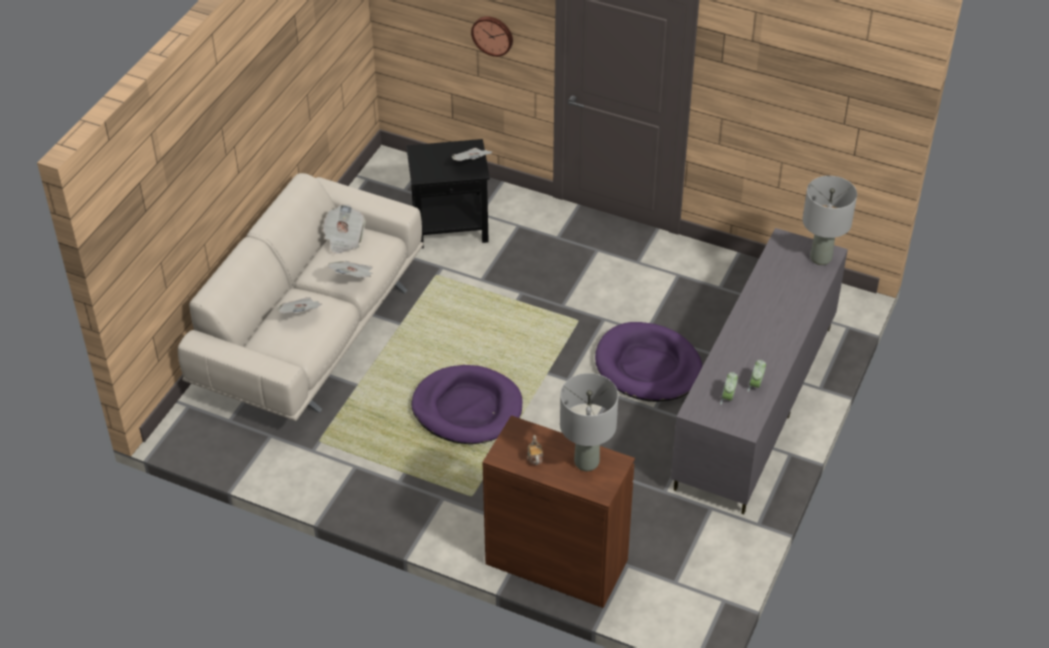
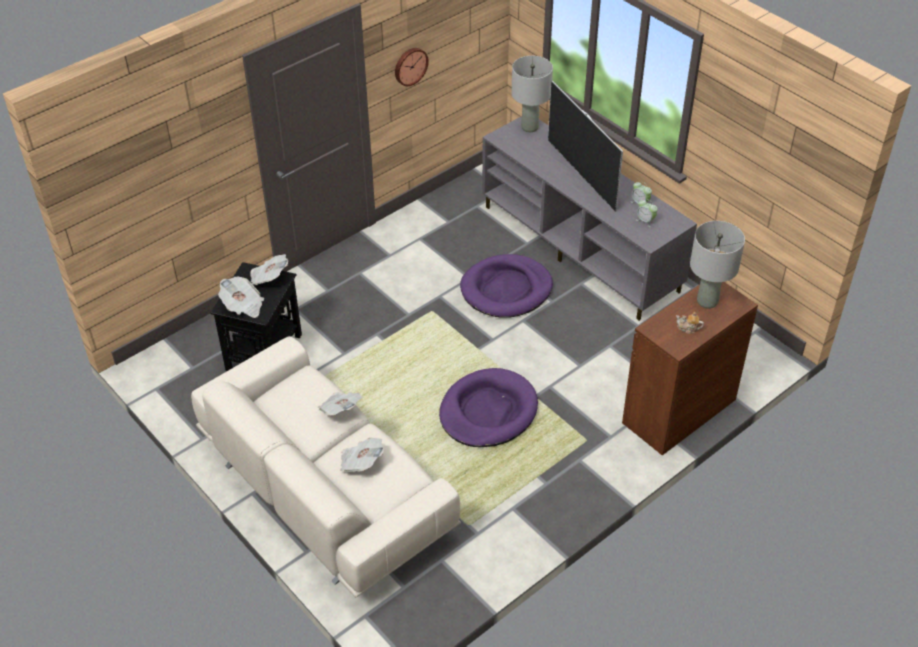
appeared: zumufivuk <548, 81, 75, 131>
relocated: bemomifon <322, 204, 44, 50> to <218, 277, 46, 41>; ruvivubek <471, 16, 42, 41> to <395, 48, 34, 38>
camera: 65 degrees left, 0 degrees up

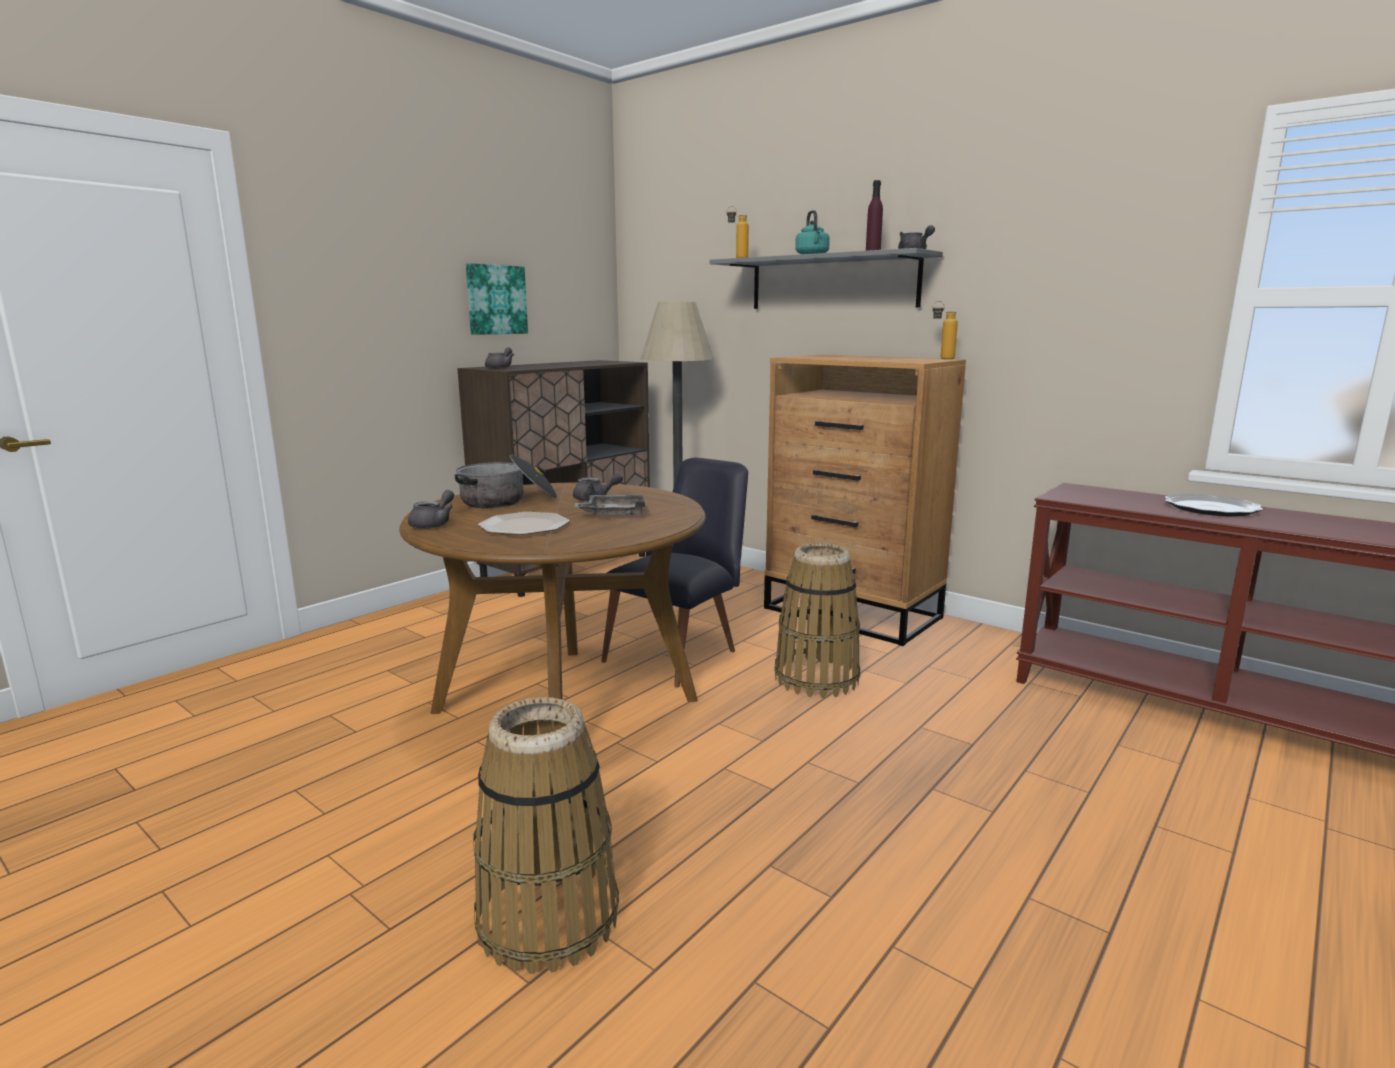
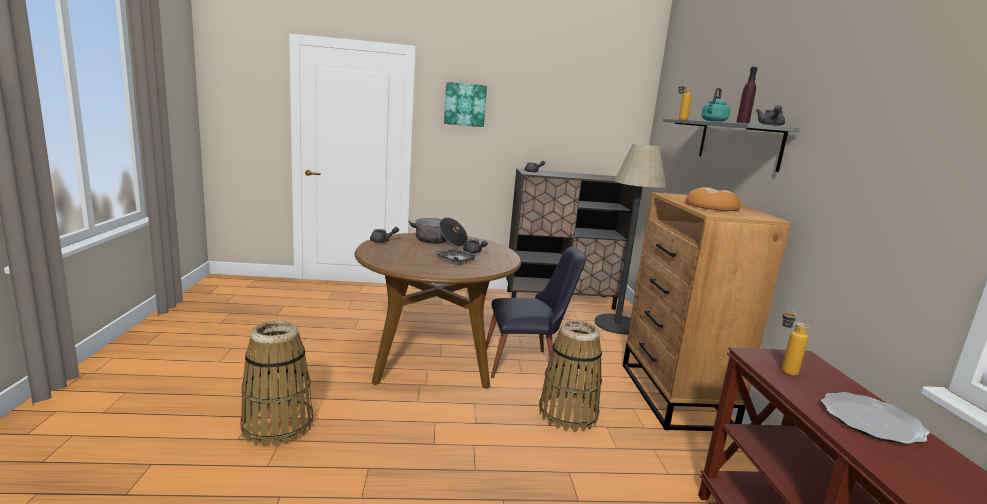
missing: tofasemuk <478, 512, 91, 23>
appeared: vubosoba <685, 187, 56, 24>
relocated: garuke <466, 263, 62, 72> to <444, 82, 43, 45>; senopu <932, 301, 26, 58> to <781, 308, 28, 68>
camera: 45 degrees right, 0 degrees up

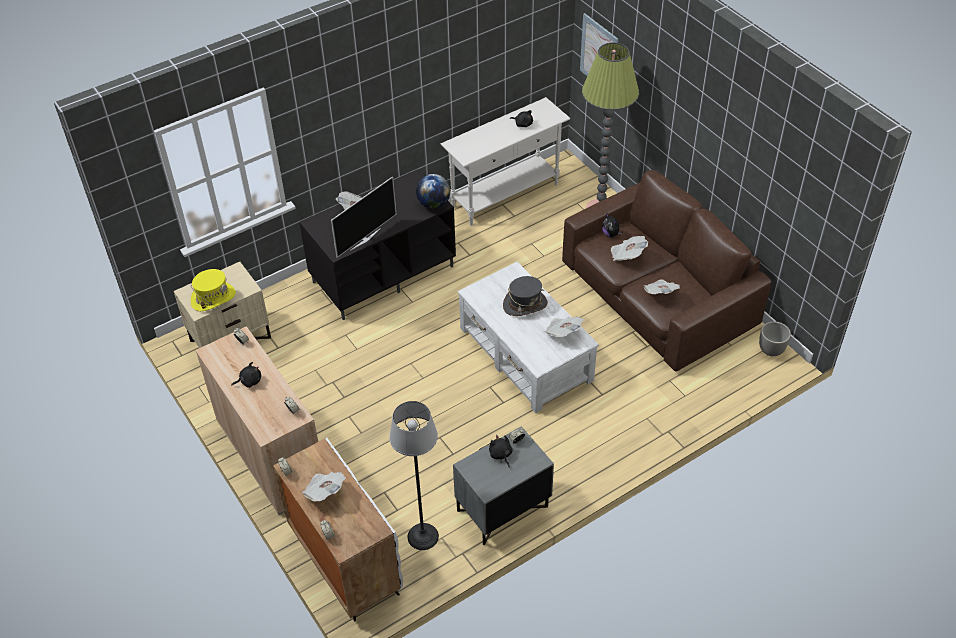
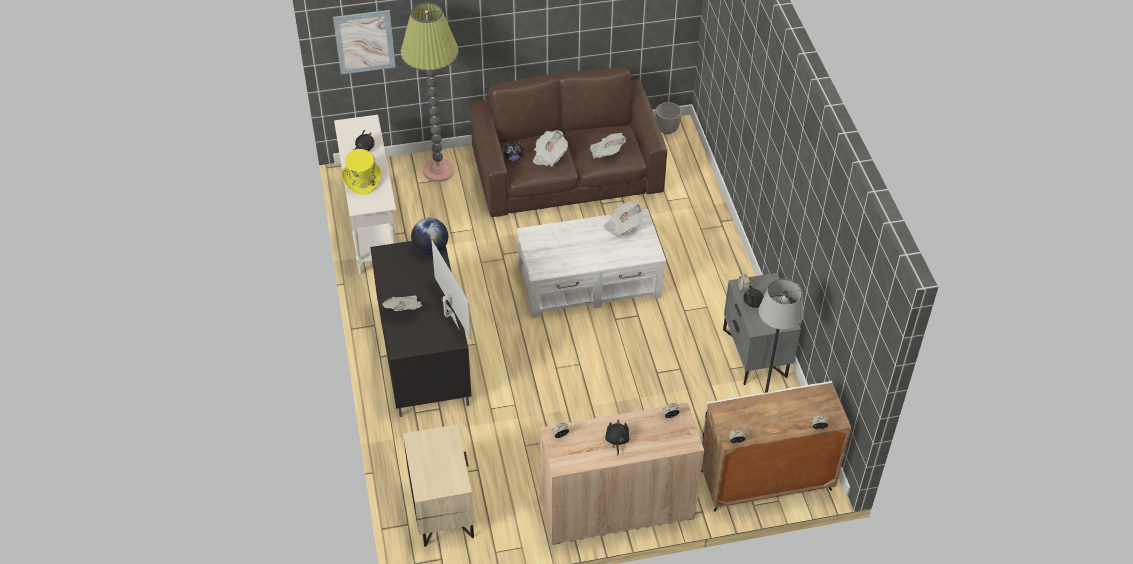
missing: bemomifon <302, 472, 44, 30>; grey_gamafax <503, 276, 45, 40>
relocated: yellow_gamafax <191, 269, 45, 42> to <341, 149, 40, 46>
camera: 70 degrees left, 0 degrees up

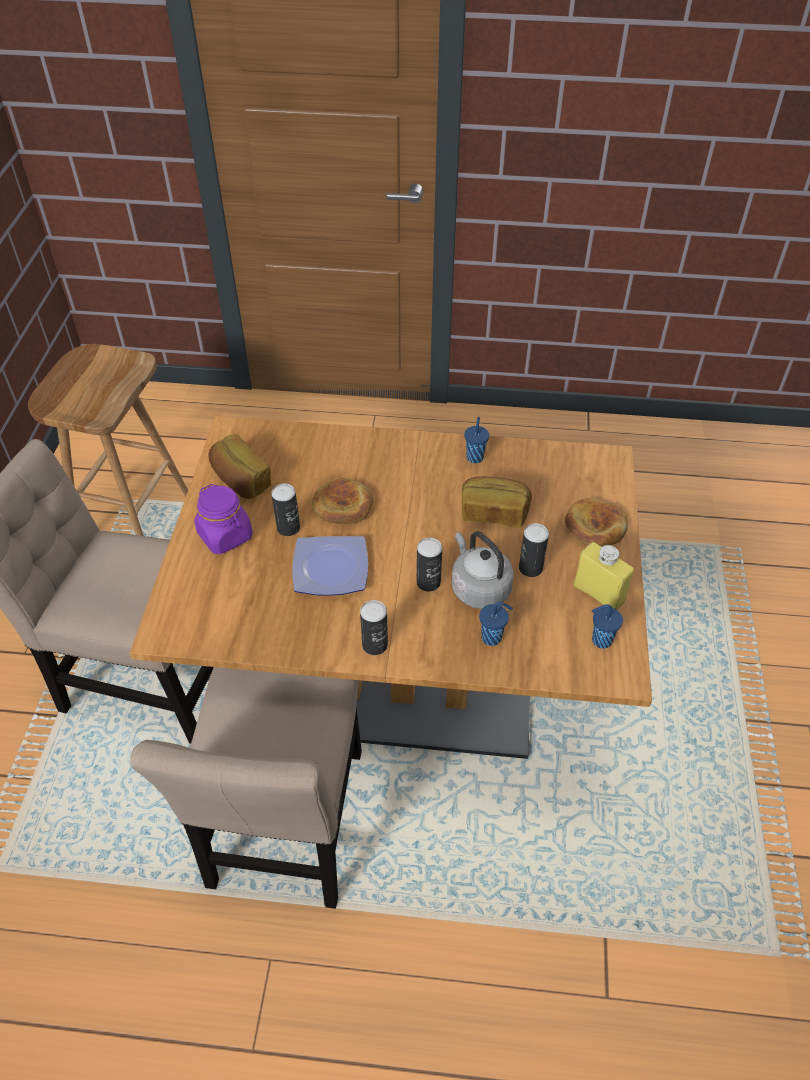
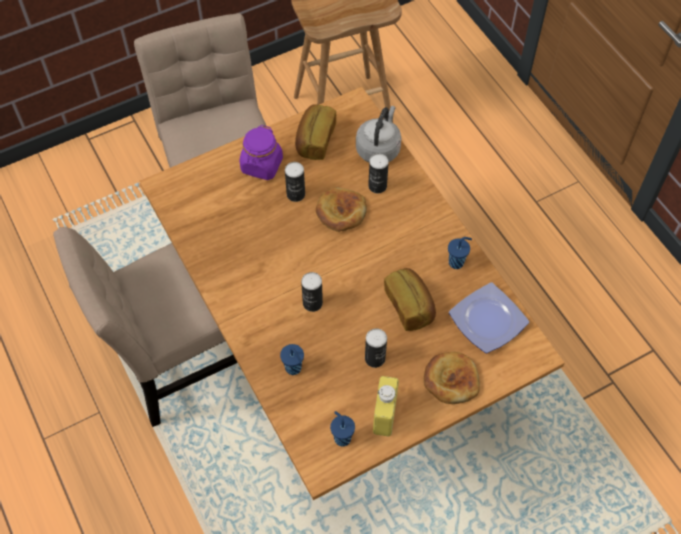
relocated: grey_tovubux <451, 531, 63, 78> to <356, 106, 45, 56>; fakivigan <360, 600, 28, 55> to <368, 153, 21, 40>; tofasemuk <292, 536, 76, 60> to <449, 282, 80, 71>
camera: 55 degrees right, 10 degrees up

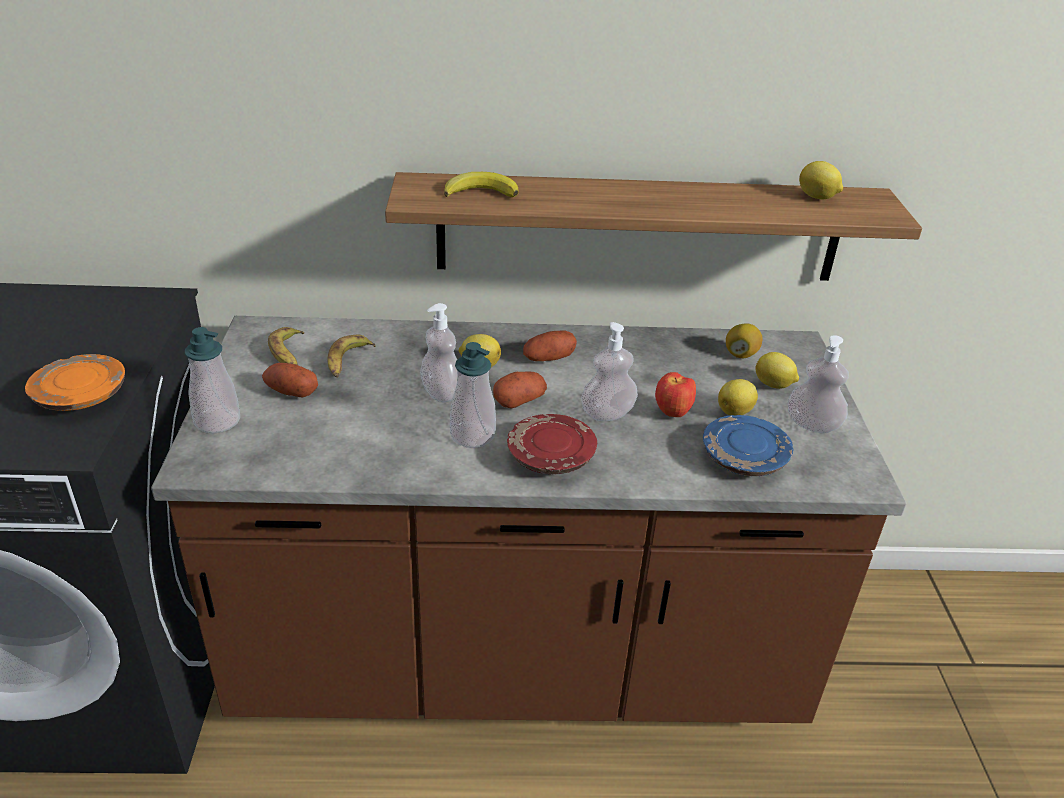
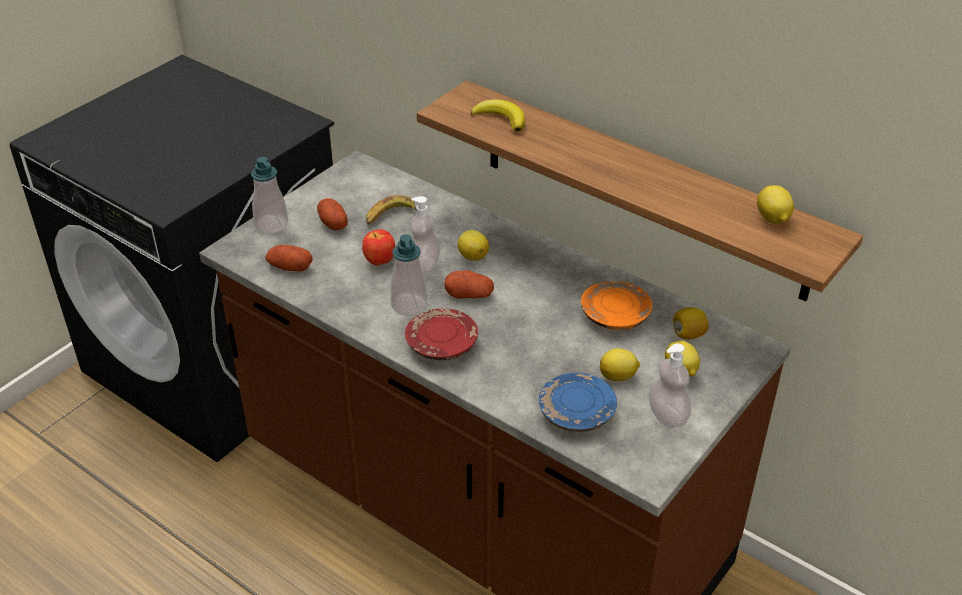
missing: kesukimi <268, 327, 36, 38>; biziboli <581, 322, 57, 99>
relocated: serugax <523, 331, 54, 30> to <265, 245, 48, 26>; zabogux <655, 372, 41, 45> to <362, 229, 33, 37>; orange_tofasemuk <25, 354, 100, 57> to <581, 281, 71, 49>
camera: 40 degrees right, 5 degrees up

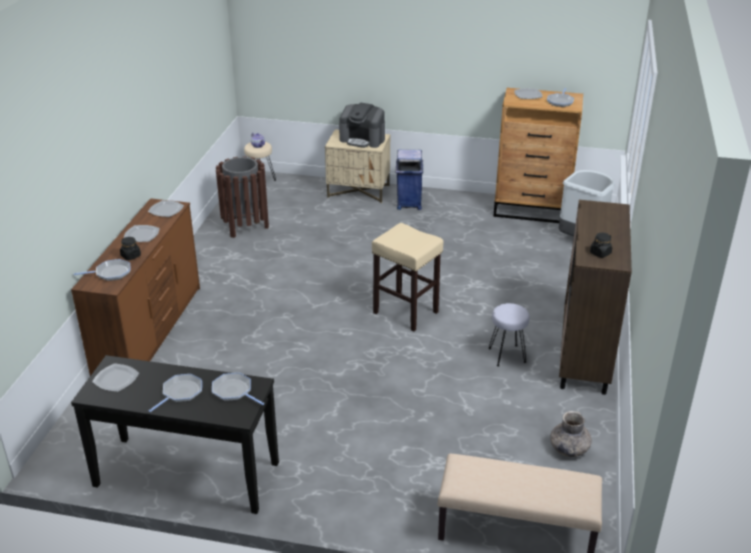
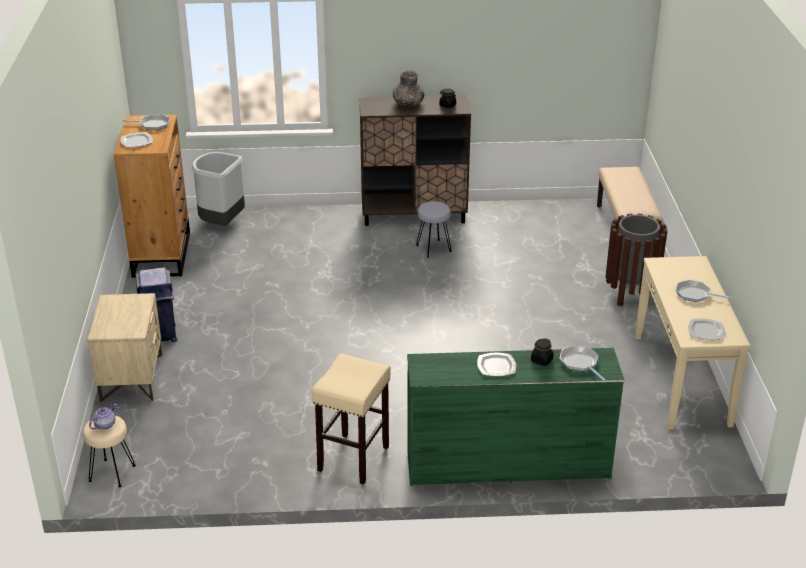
missing: tofasemuk <148, 200, 36, 17>; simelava <212, 373, 52, 32>; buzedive <339, 103, 46, 45>
relocated: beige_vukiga <372, 223, 71, 109> to <312, 353, 79, 132>; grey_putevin <550, 411, 42, 46> to <393, 70, 31, 36>; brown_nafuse <216, 156, 53, 82> to <605, 213, 63, 94>
colour: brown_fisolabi <71, 198, 129, 178> to green_fisolabi <407, 348, 217, 138>; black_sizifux <71, 355, 208, 159> to beige_sizifux <635, 256, 115, 173>
camera: 105 degrees left, 0 degrees up

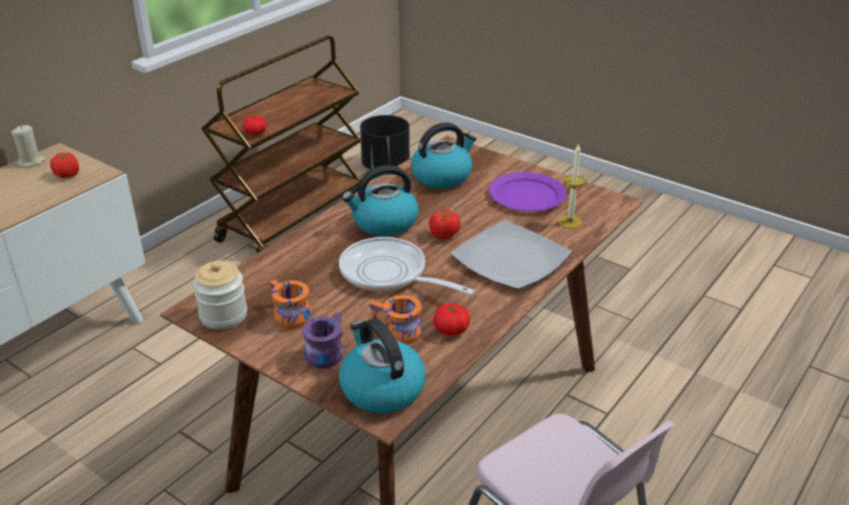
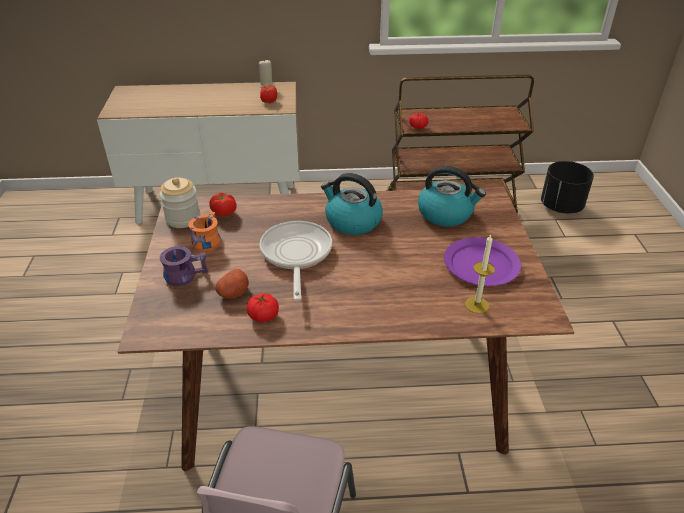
missing: tovubux <339, 318, 87, 96>; tofasemuk <450, 220, 122, 69>
relocated: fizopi <429, 209, 31, 30> to <209, 192, 28, 25>
exchanged: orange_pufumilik <370, 295, 52, 50> to serugax <215, 269, 34, 30>
camera: 50 degrees right, 5 degrees up

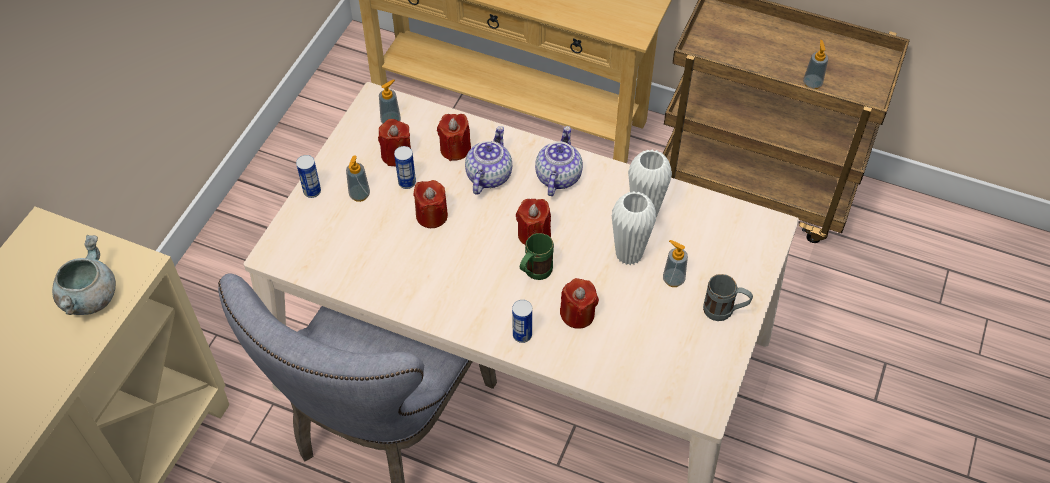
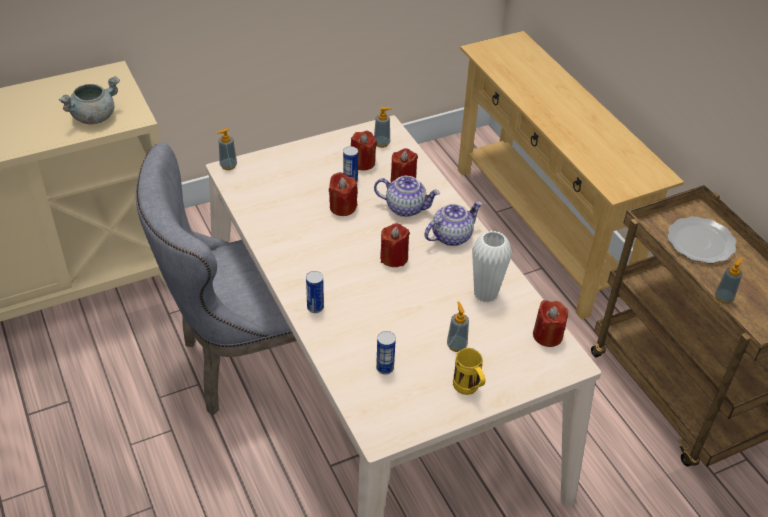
missing: green_pufumilik <520, 233, 34, 47>; white_putevin <612, 191, 44, 74>
appeared: tofasemuk <668, 216, 68, 47>
relocated: biziboli <346, 155, 24, 47> to <216, 128, 21, 42>; fakivigan <296, 155, 25, 43> to <376, 331, 20, 44>; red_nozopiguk <560, 278, 39, 51> to <533, 300, 35, 47>
colour: grey_pufumilik <703, 274, 50, 47> to yellow_pufumilik <453, 348, 32, 47>
spun: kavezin <465, 126, 47, 69> = <374, 176, 66, 41> 45 degrees clockwise
camera: 40 degrees right, 10 degrees down

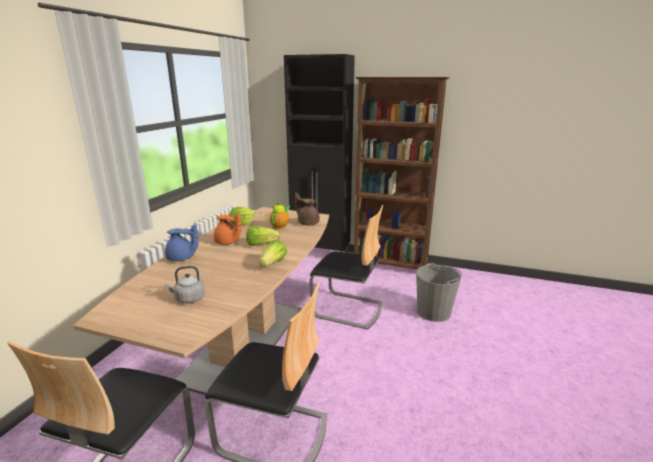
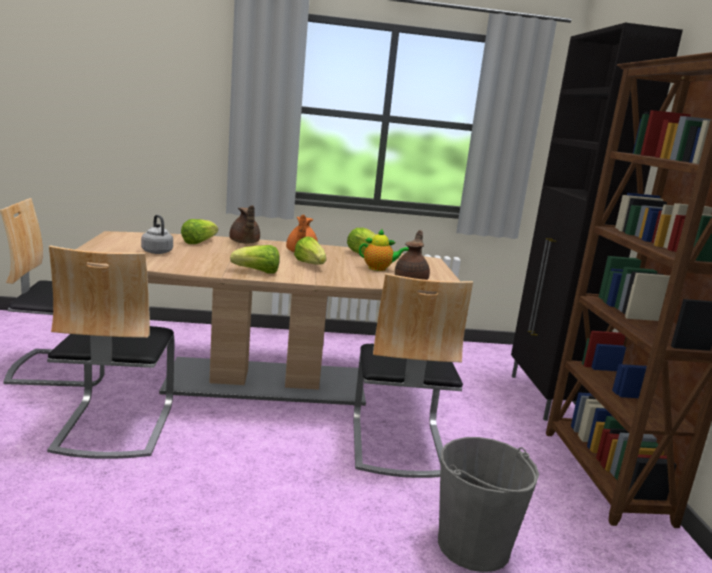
appeared: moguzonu <181, 219, 37, 25>
colour: blue_kavezin <165, 224, 34, 37> to brown_kavezin <229, 205, 31, 38>
camera: 65 degrees right, 5 degrees down

